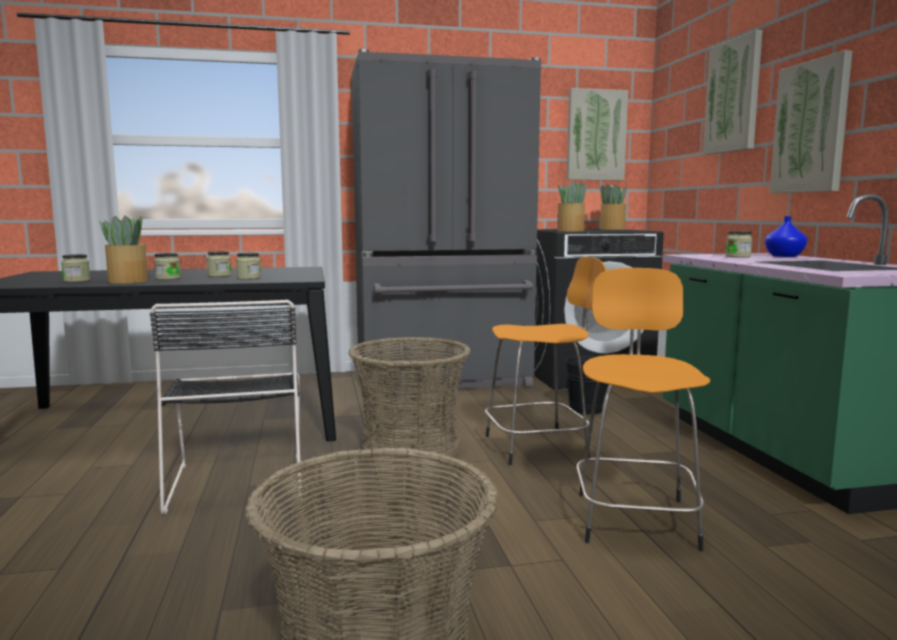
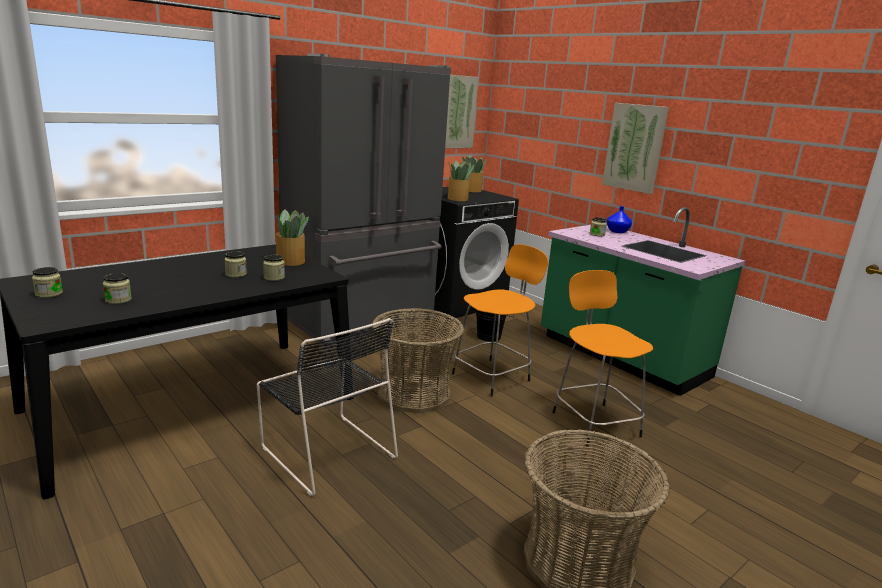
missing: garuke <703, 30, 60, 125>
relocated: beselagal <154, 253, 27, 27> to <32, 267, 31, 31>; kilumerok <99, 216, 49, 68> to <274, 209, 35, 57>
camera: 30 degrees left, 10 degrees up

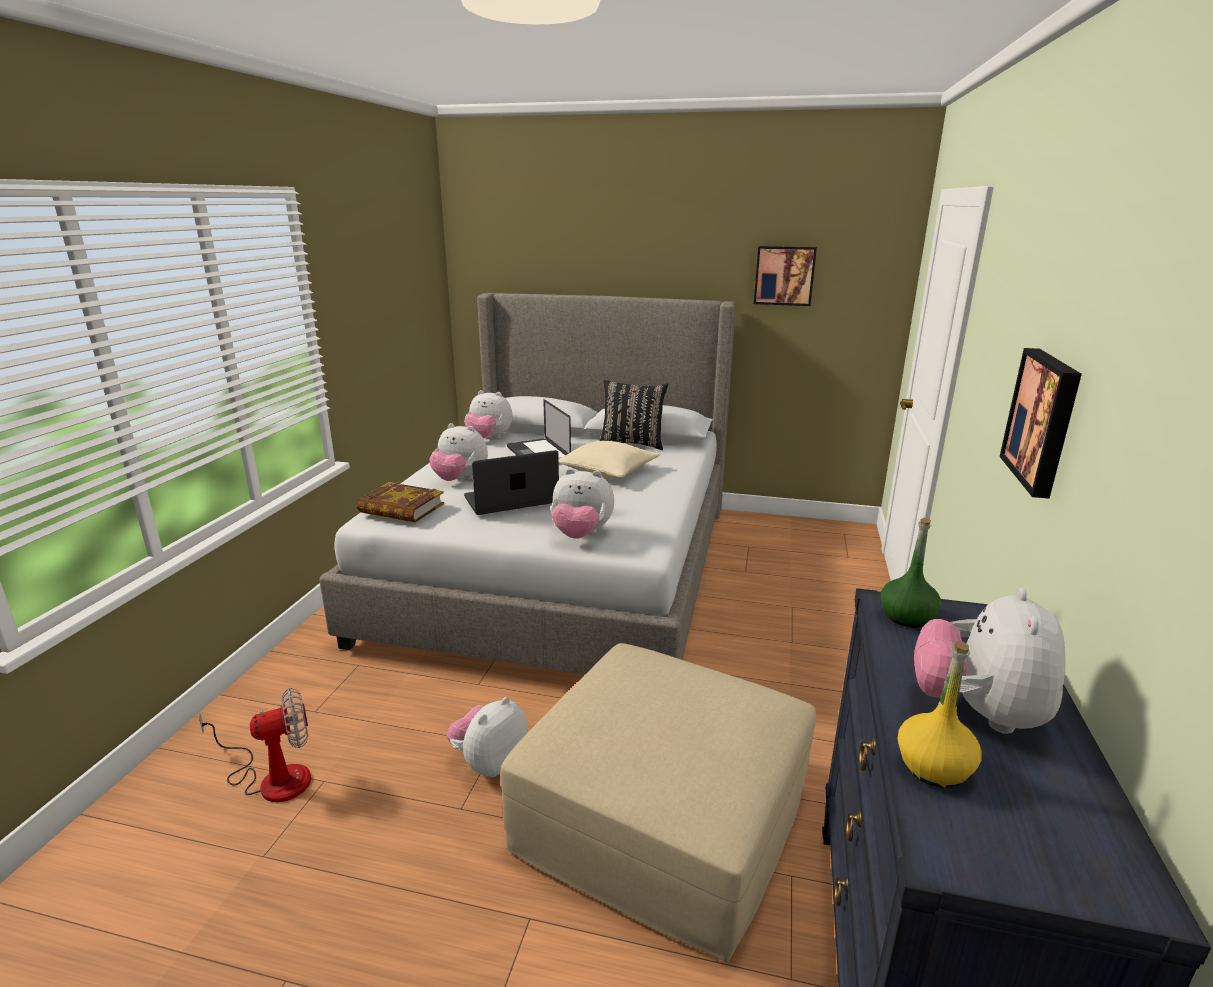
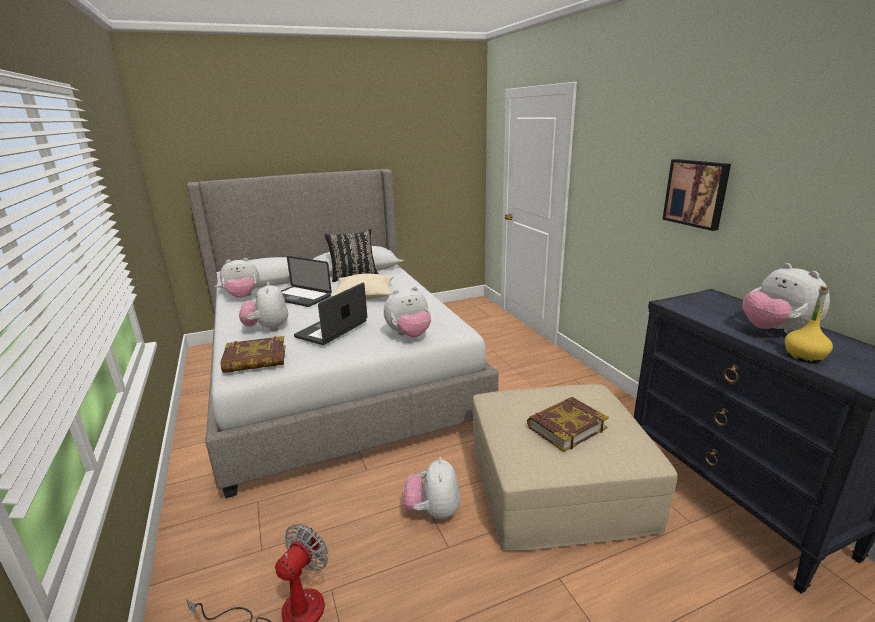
missing: garuke <754, 246, 63, 60>; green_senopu <881, 518, 60, 110>
appeared: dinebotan <527, 397, 82, 55>
spun: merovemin <429, 423, 59, 58> = <239, 282, 49, 49> 90 degrees clockwise
camera: 35 degrees left, 0 degrees up

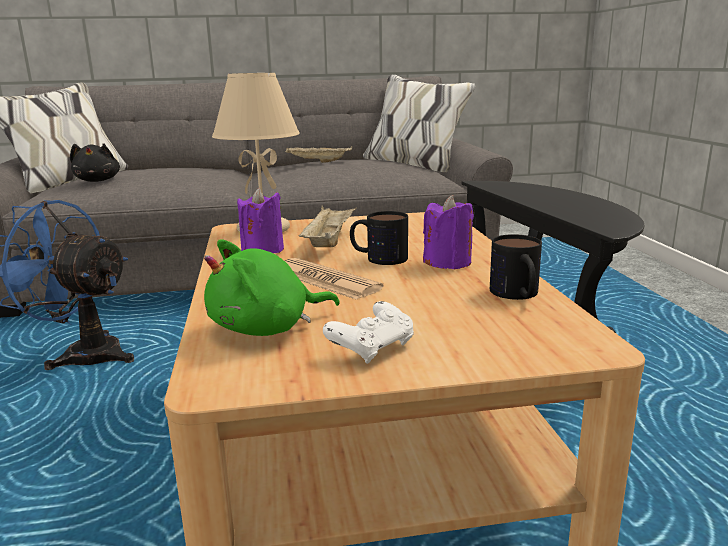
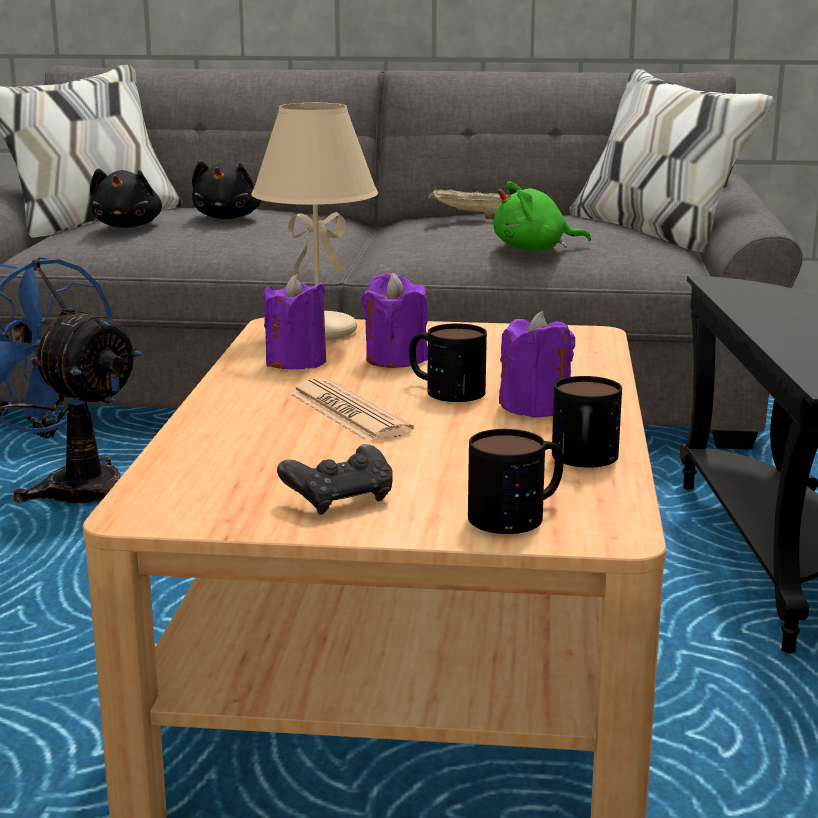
appeared: black_merovemin <192, 161, 69, 58>; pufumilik <468, 429, 95, 105>
relocated: green_merovemin <204, 239, 136, 97> to <494, 182, 97, 69>
exchanged: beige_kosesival <298, 205, 58, 42> to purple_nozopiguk <362, 273, 66, 95>
colour: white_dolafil <323, 301, 91, 63> to black_dolafil <277, 444, 116, 71>
camera: 15 degrees right, 0 degrees up

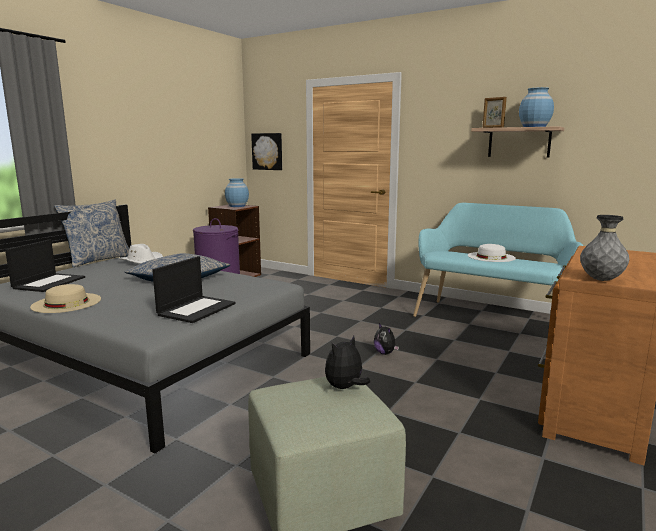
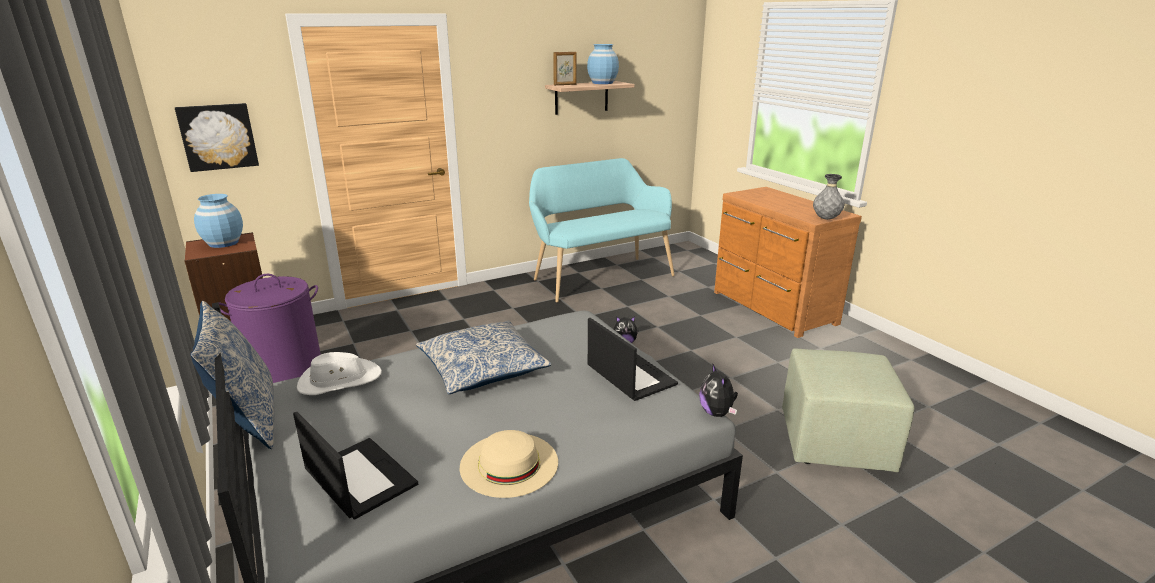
missing: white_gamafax <468, 244, 48, 18>
relocated: merovemin <325, 336, 45, 53> to <699, 363, 39, 54>
camera: 60 degrees left, 10 degrees up

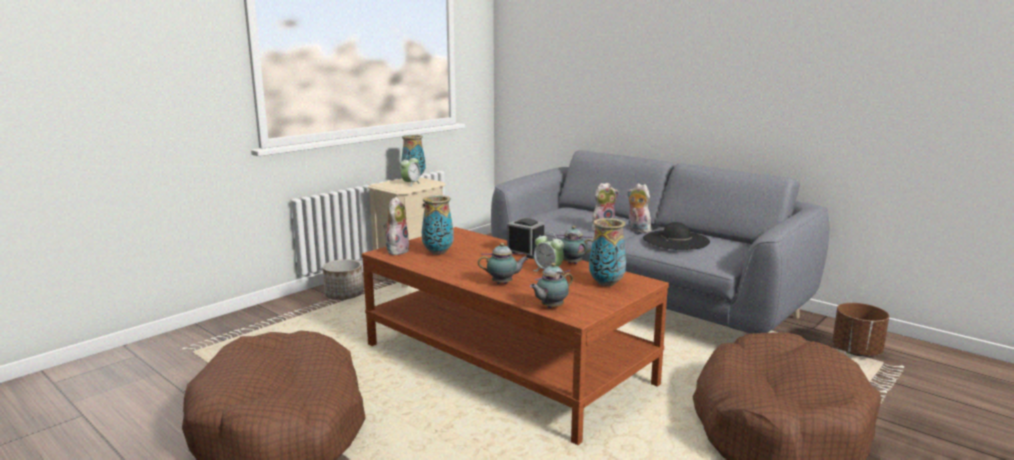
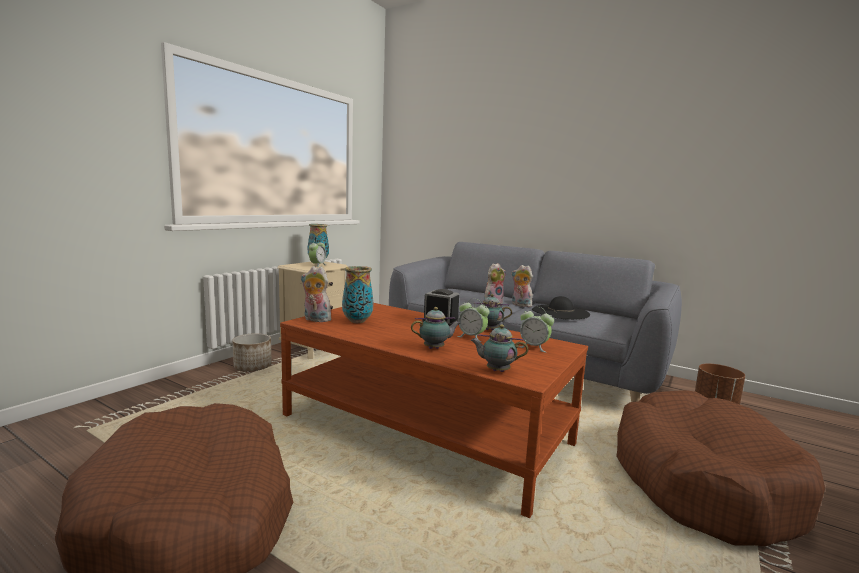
exchanged: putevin <589, 218, 37, 69> to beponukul <518, 307, 36, 45>
spun: merovemin <383, 196, 27, 59> = <301, 266, 33, 56> 75 degrees counterclockwise; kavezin <530, 263, 43, 45> = <470, 324, 58, 48> 60 degrees clockwise
camera: 10 degrees left, 5 degrees down

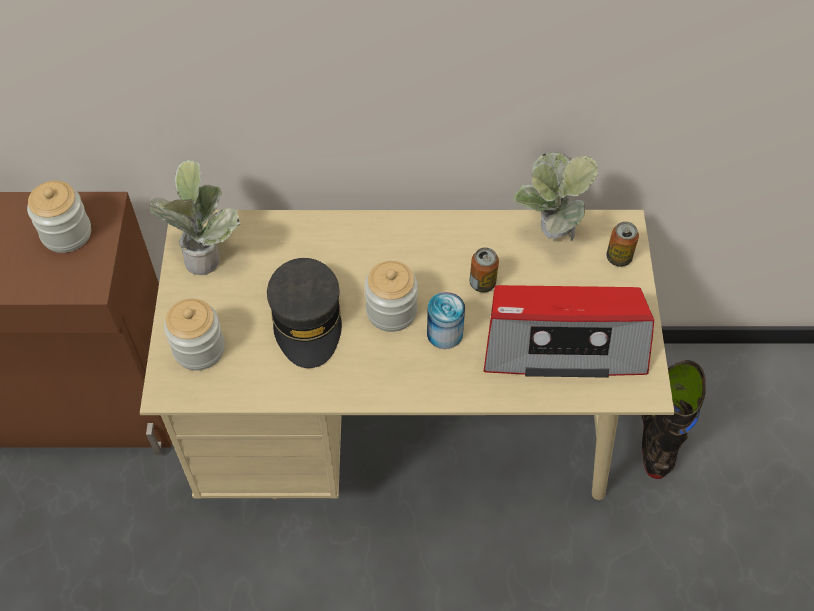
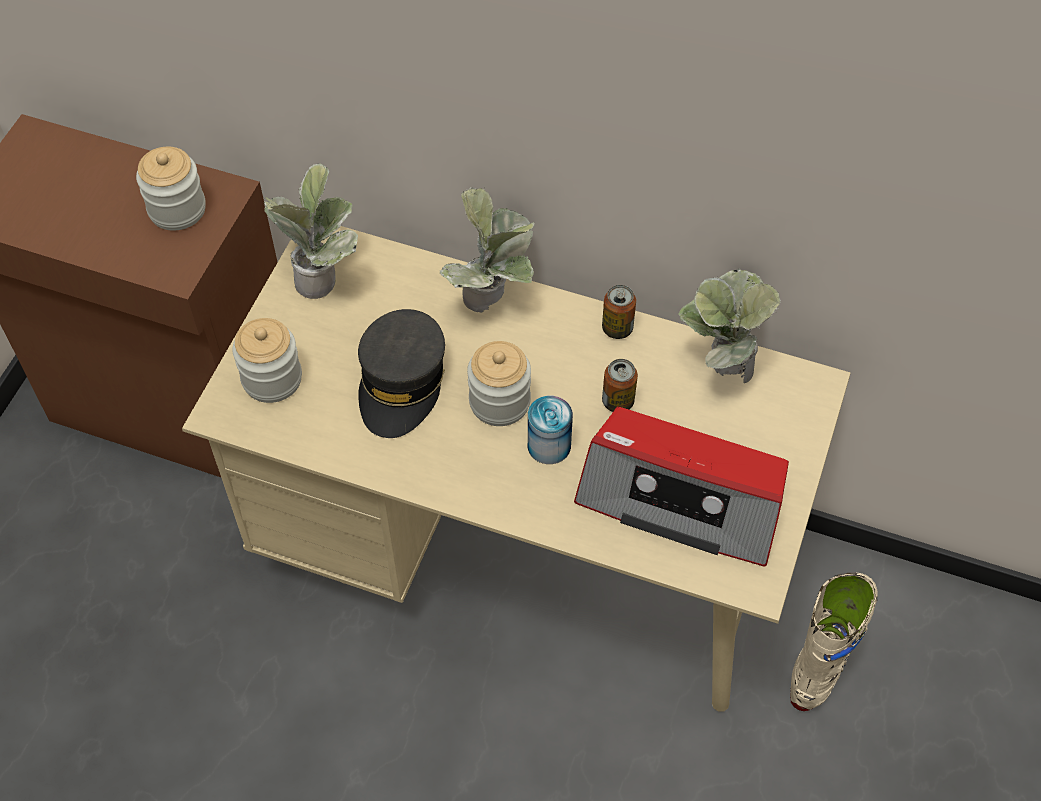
appeared: kilumerok <439, 187, 95, 126>
relocated: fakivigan <606, 222, 33, 45> to <602, 285, 34, 54>
colour: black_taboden <642, 360, 64, 119> to beige_taboden <790, 572, 88, 139>
camera: 20 degrees right, 0 degrees up

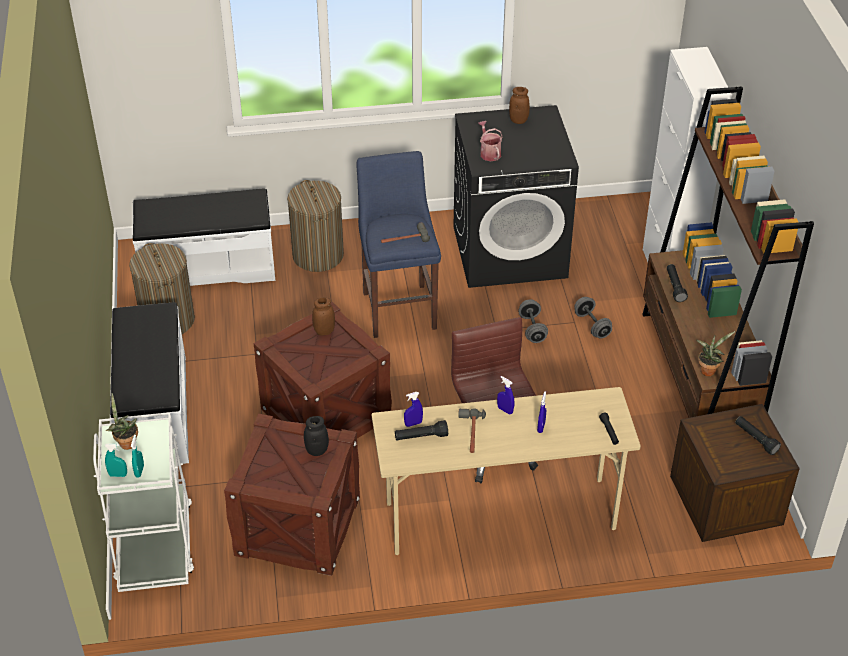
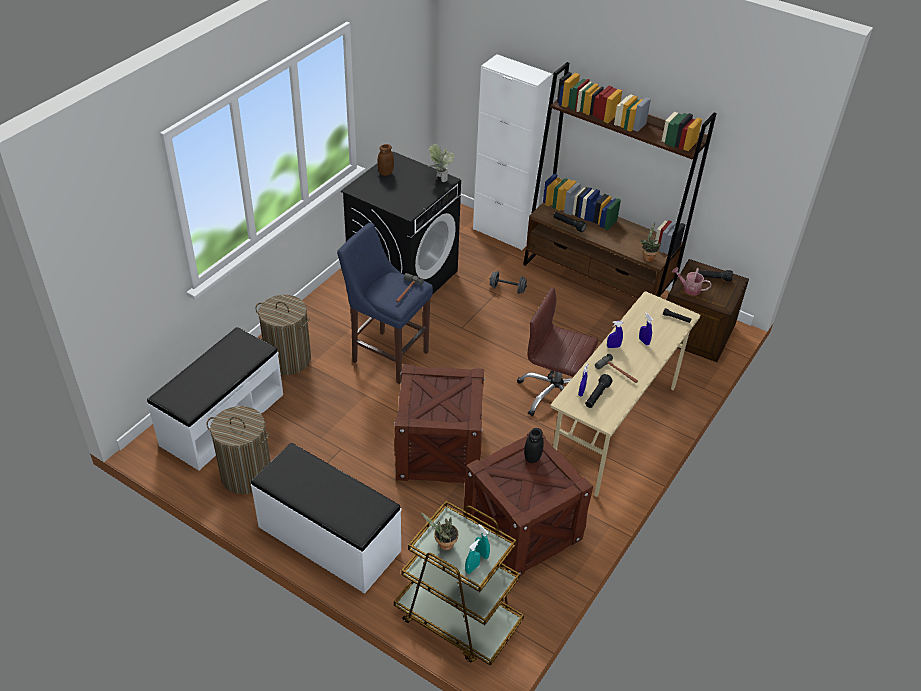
missing: brown_beselagal <312, 297, 23, 39>; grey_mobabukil <518, 299, 30, 44>
appeared: kilumerok <429, 144, 25, 38>
relocated: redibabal <478, 121, 25, 40> to <672, 267, 40, 28>
colour: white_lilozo <93, 412, 101, 180> to brown_lilozo <394, 501, 130, 165>
camera: 50 degrees left, 0 degrees up

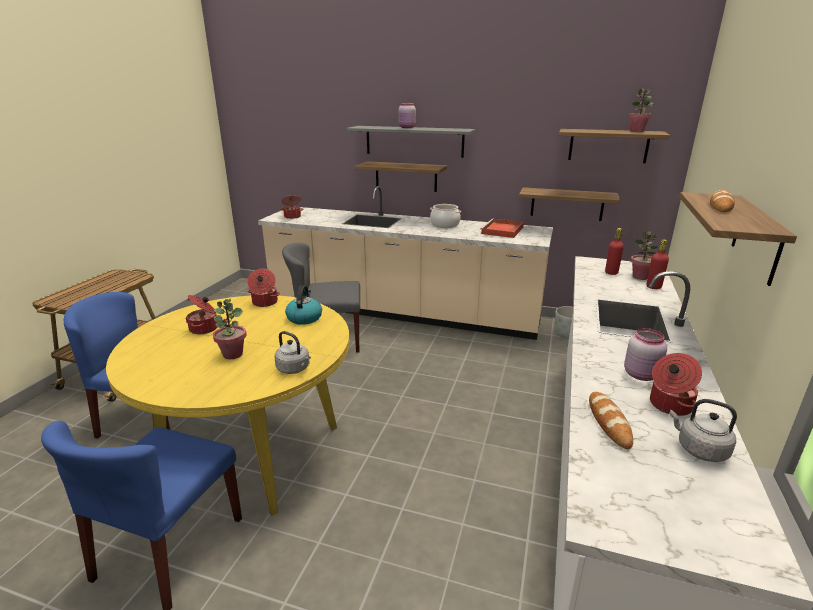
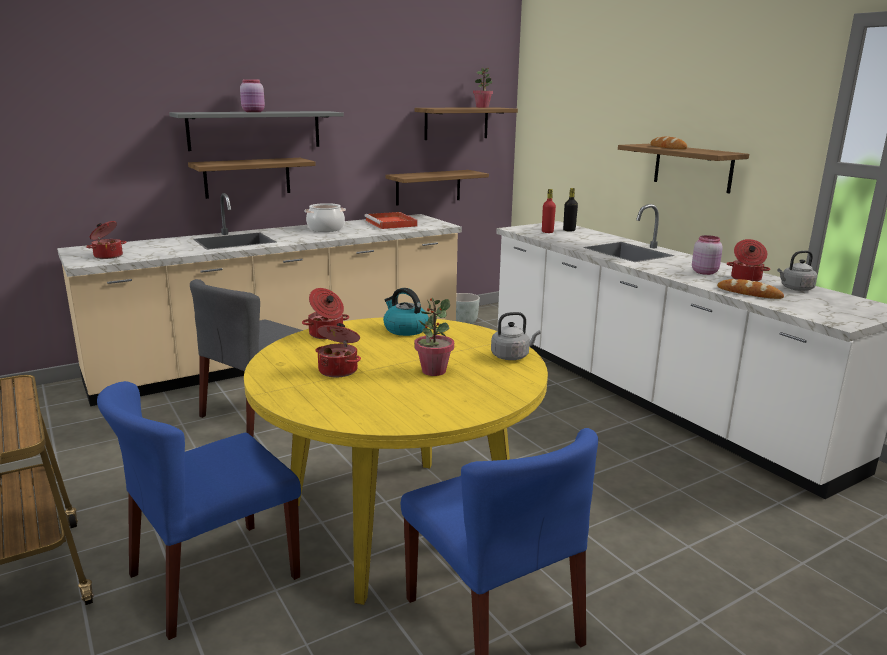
missing: red_senopu <646, 239, 23, 50>
exchanged: kilumerok <631, 231, 27, 49> to black_senopu <563, 188, 15, 43>
camera: 50 degrees left, 5 degrees down

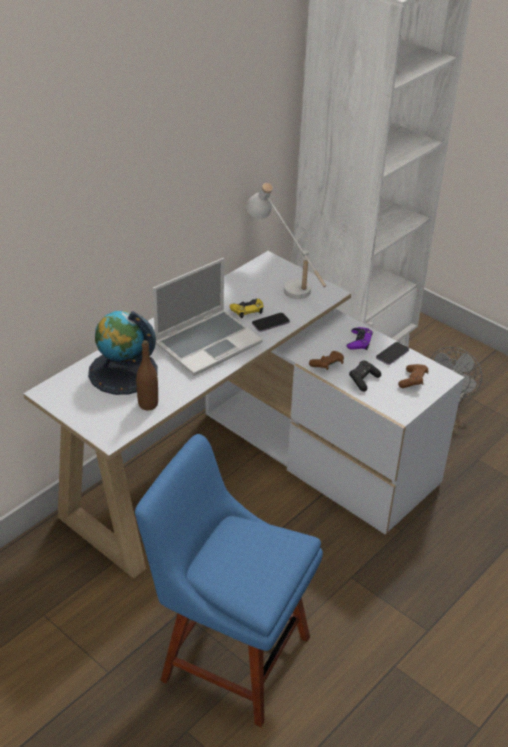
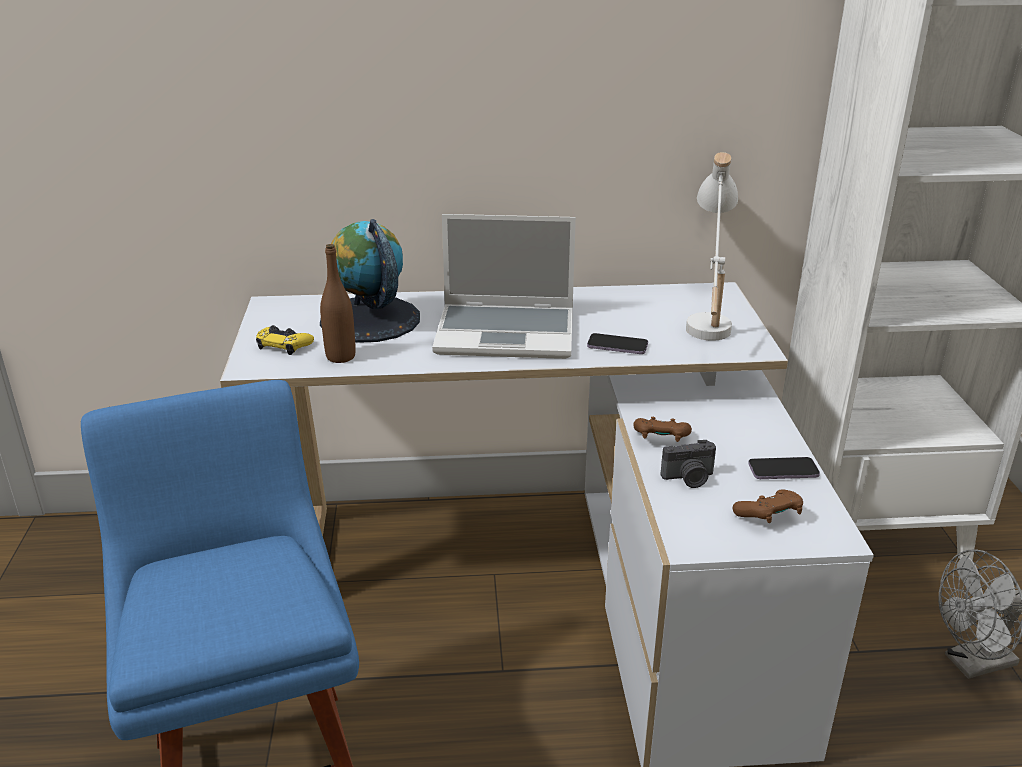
missing: purple_dolafil <347, 327, 26, 23>
relocated: yellow_dolafil <230, 298, 33, 20> to <256, 325, 58, 30>
exchanged: black_dolafil <349, 360, 32, 31> to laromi <661, 440, 55, 48>
camera: 45 degrees right, 10 degrees down

